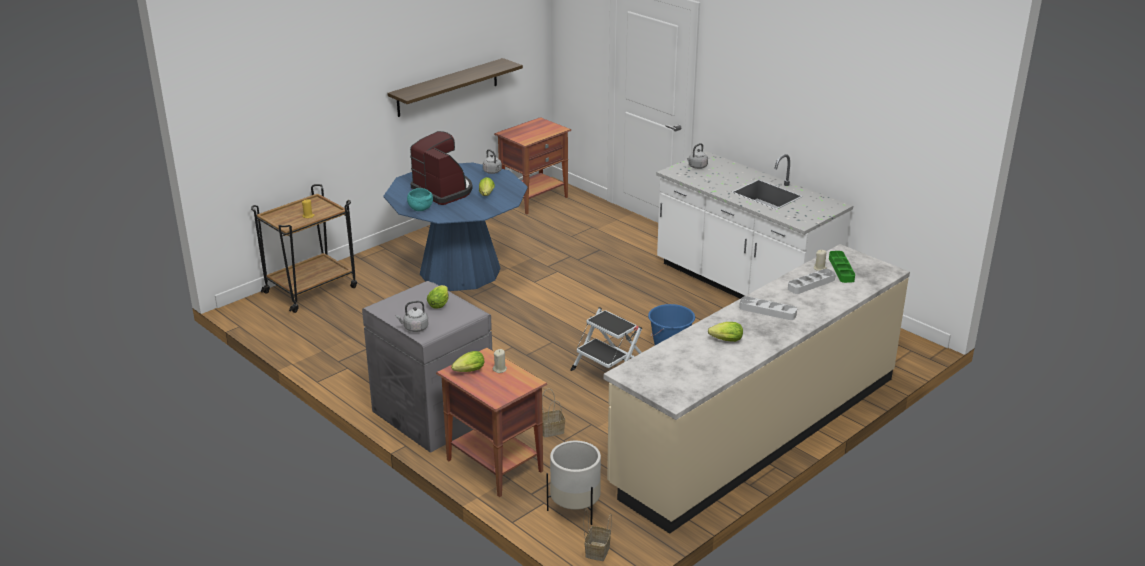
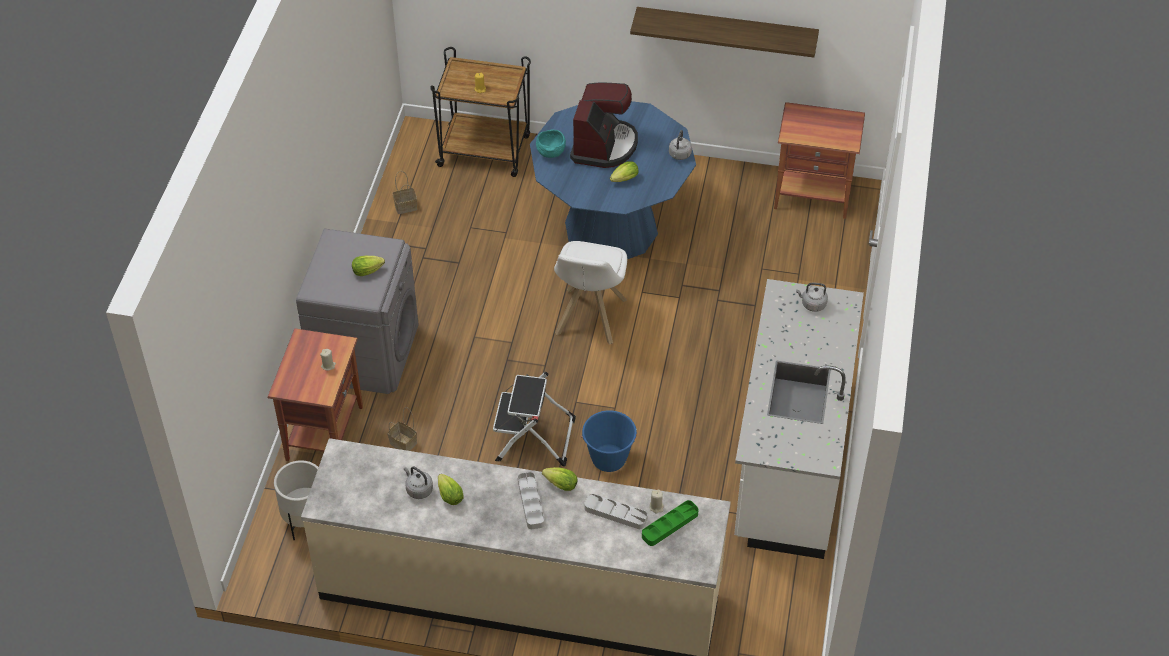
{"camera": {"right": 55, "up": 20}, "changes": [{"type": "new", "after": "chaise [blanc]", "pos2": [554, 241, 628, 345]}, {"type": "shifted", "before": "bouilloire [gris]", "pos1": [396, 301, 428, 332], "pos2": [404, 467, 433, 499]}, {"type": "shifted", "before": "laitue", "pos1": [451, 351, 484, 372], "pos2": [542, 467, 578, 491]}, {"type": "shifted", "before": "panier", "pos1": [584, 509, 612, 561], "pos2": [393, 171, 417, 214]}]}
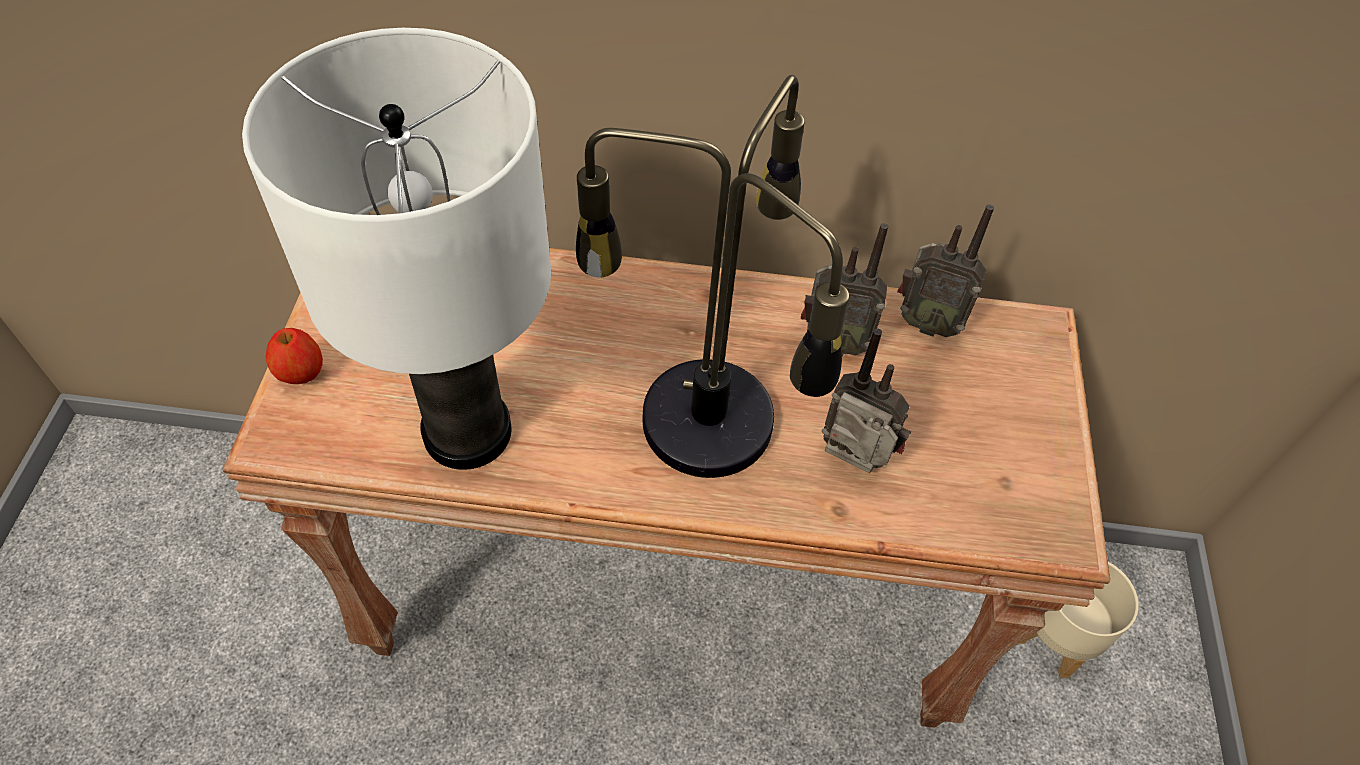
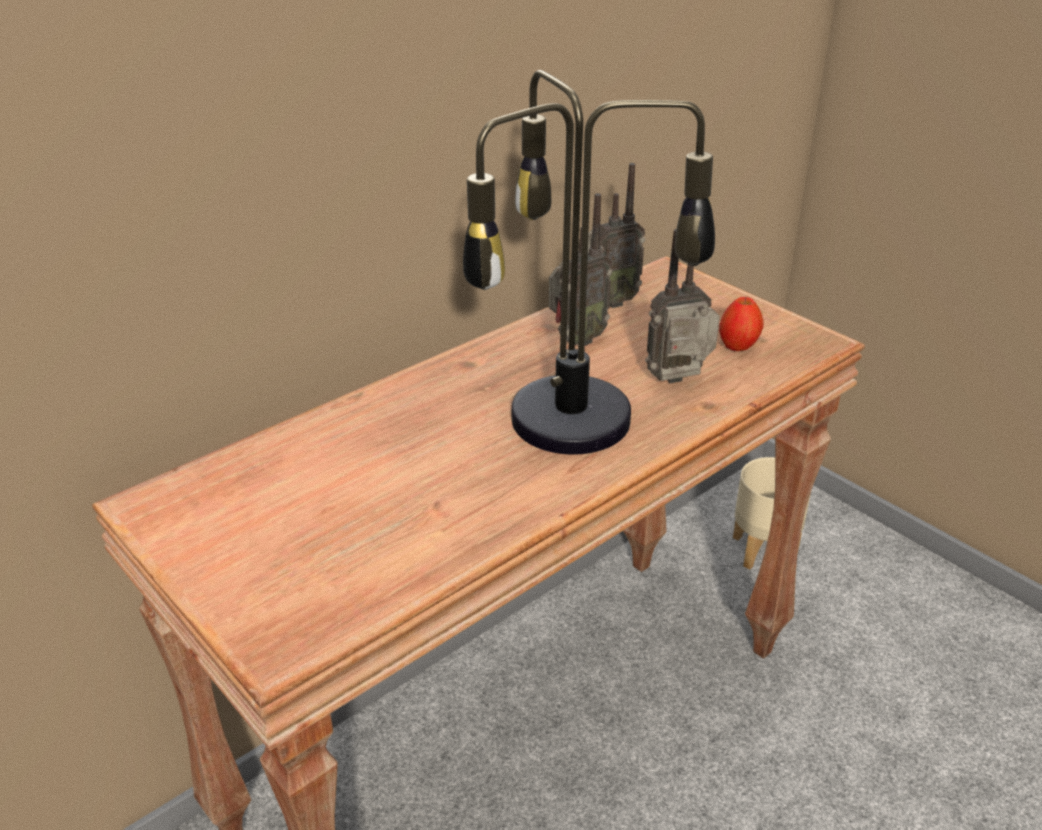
{"camera": {"right": -45, "up": -20}, "changes": [{"type": "gone", "before": "lampe de table [blanc]", "pos1": [242, 28, 551, 470]}, {"type": "shifted", "before": "pomme", "pos1": [265, 328, 323, 384], "pos2": [719, 297, 764, 351]}]}
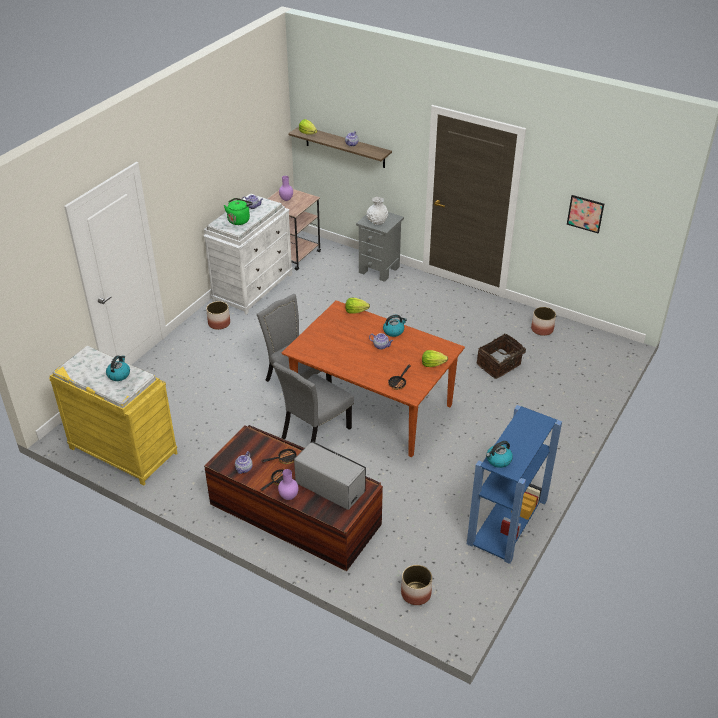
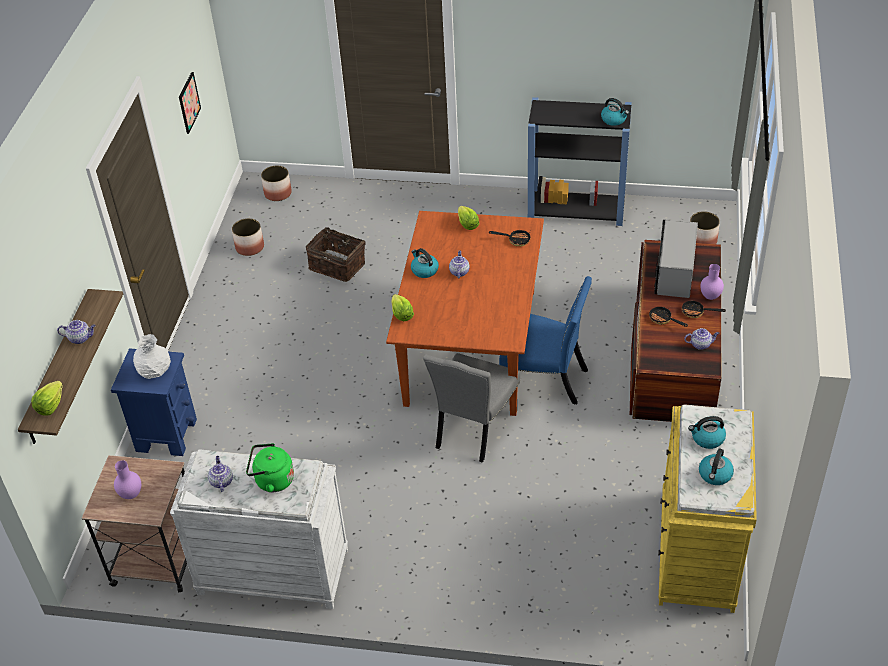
{"camera": {"right": -110, "up": 5}, "changes": [{"type": "new", "after": "bouilloire", "pos2": [699, 448, 734, 485]}, {"type": "shifted", "before": "cache-pot", "pos1": [206, 301, 230, 330], "pos2": [261, 165, 292, 201]}, {"type": "repainted", "before": "chaise [gris]", "after": "chaise [bleu]", "pos1": [273, 362, 354, 442], "pos2": [499, 276, 592, 405]}, {"type": "repainted", "before": "table de chevet [gris]", "after": "table de chevet [bleu]", "pos1": [356, 212, 404, 282], "pos2": [111, 348, 197, 456]}, {"type": "repainted", "before": "bibliothèque [bleu]", "after": "bibliothèque [noir]", "pos1": [467, 405, 562, 564], "pos2": [528, 97, 632, 226]}]}
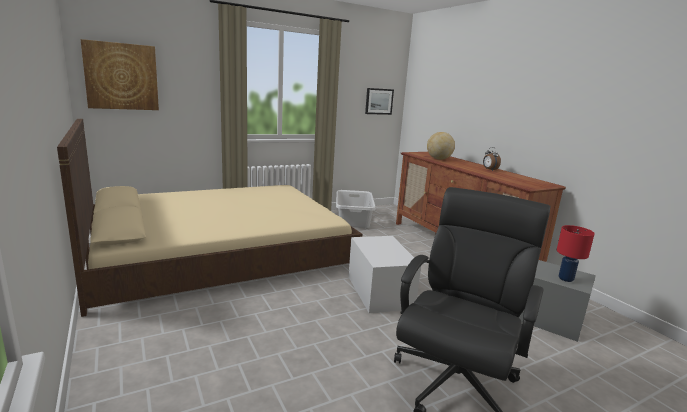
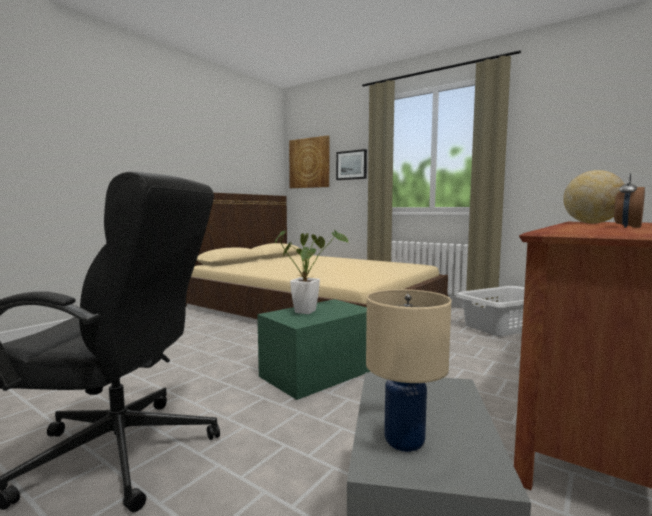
{"camera": {"right": 65, "up": -10}, "changes": [{"type": "new", "after": "plante en pot", "pos2": [275, 230, 349, 314]}, {"type": "shifted", "before": "tableau", "pos1": [365, 88, 394, 115], "pos2": [336, 149, 367, 180]}, {"type": "repainted", "before": "boîte de rangement [blanc]", "after": "boîte de rangement [vert]", "pos1": [348, 236, 421, 313], "pos2": [257, 299, 370, 400]}, {"type": "repainted", "before": "lampe de table [rouge]", "after": "lampe de table [beige]", "pos1": [557, 225, 595, 282], "pos2": [366, 289, 451, 452]}]}
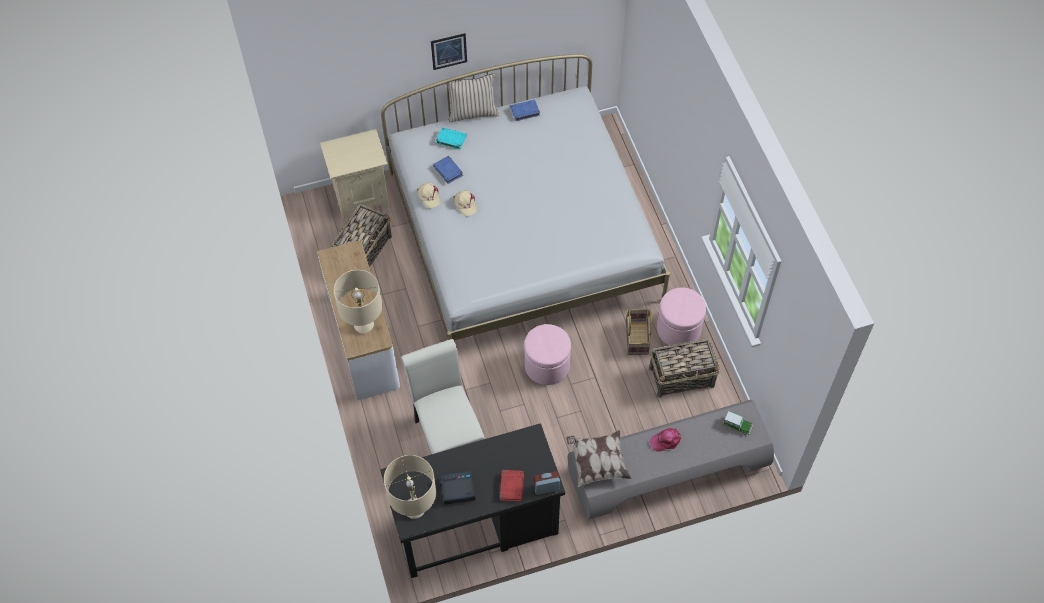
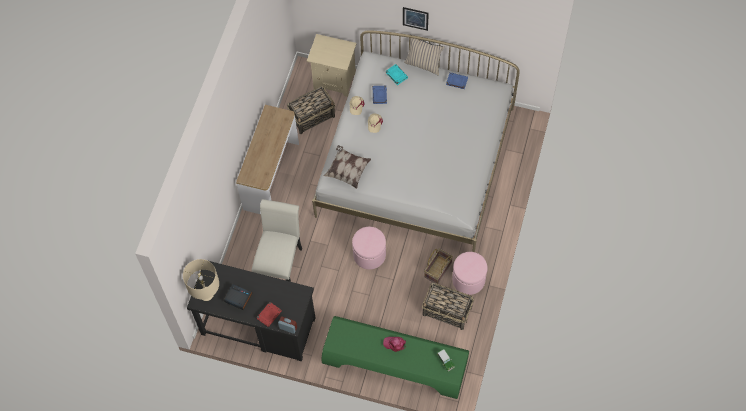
{"camera": {"right": 35, "up": 5}, "changes": [{"type": "gone", "before": "lampe de table [beige]", "pos1": [334, 270, 382, 333]}, {"type": "shifted", "before": "coussin", "pos1": [566, 430, 632, 487], "pos2": [324, 145, 371, 189]}, {"type": "repainted", "before": "banc [gris]", "after": "banc [vert]", "pos1": [568, 400, 774, 519], "pos2": [322, 316, 469, 399]}]}
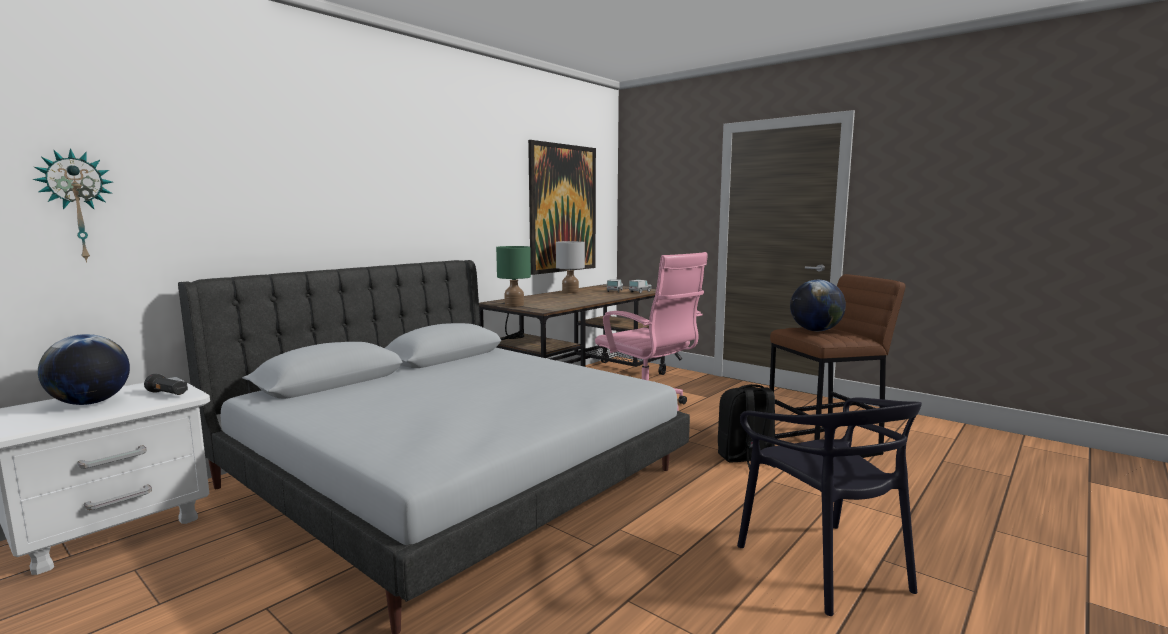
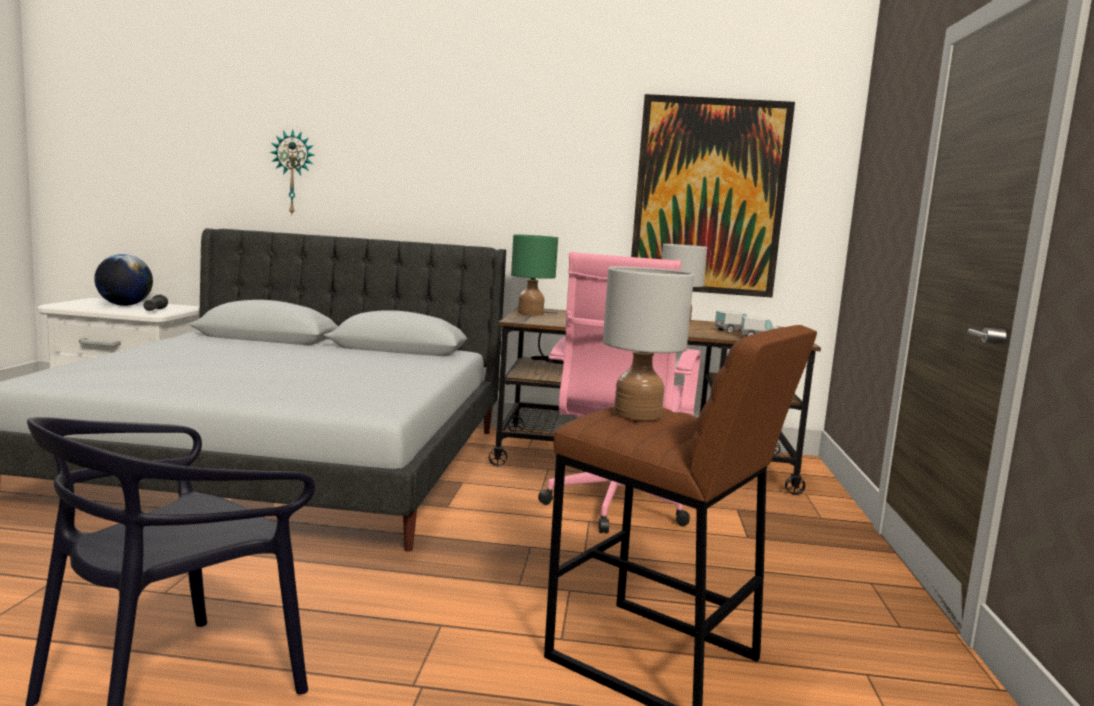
{"camera": {"right": 55, "up": 0}, "changes": [{"type": "gone", "before": "sac à dos [noir]", "pos1": [718, 384, 775, 470]}, {"type": "shifted", "before": "horloge murale", "pos1": [33, 148, 113, 263], "pos2": [270, 129, 314, 214]}, {"type": "swapped", "before": "globe", "after": "lampe de table [gris]", "pos1": [790, 280, 846, 331], "pos2": [603, 266, 694, 420]}]}
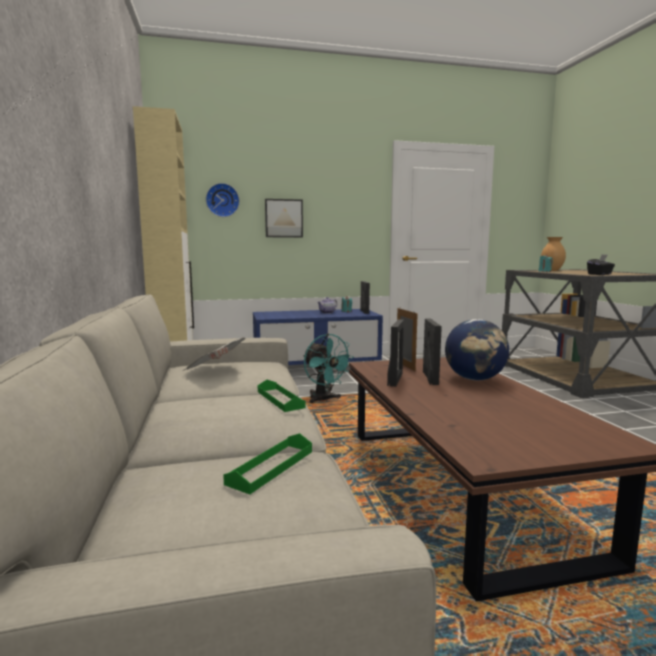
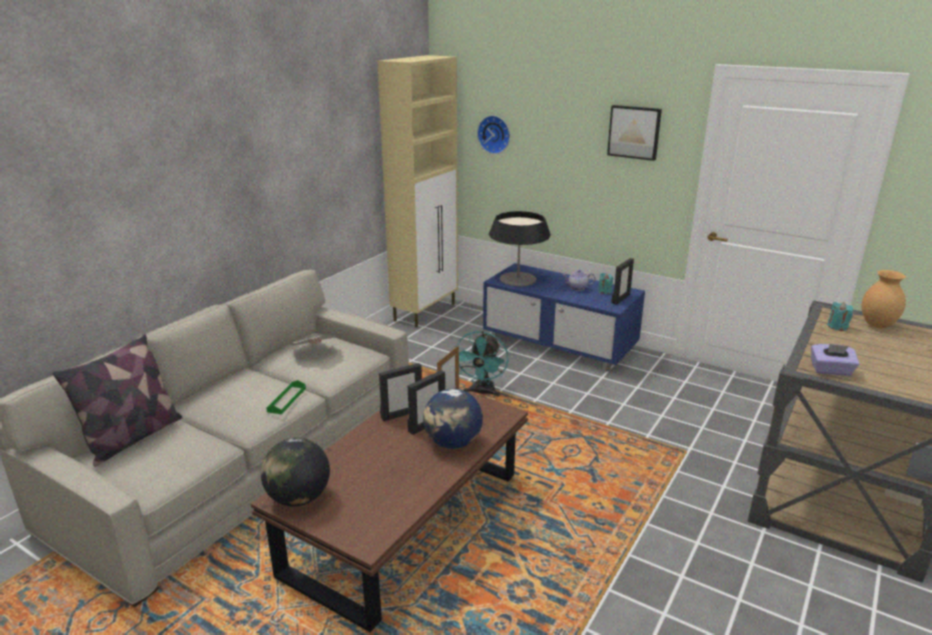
{"camera": {"right": 45, "up": 15}, "changes": [{"type": "gone", "before": "plateau [vert]", "pos1": [223, 433, 312, 494]}, {"type": "new", "after": "coussin", "pos2": [52, 334, 182, 467]}, {"type": "new", "after": "globe", "pos2": [261, 438, 330, 506]}, {"type": "new", "after": "lampe de table", "pos2": [489, 211, 551, 286]}, {"type": "shifted", "before": "tableau", "pos1": [265, 199, 303, 238], "pos2": [607, 105, 662, 161]}, {"type": "repainted", "before": "boîte à mouchoirs [noir]", "after": "boîte à mouchoirs [violet]", "pos1": [587, 255, 615, 275], "pos2": [811, 344, 860, 376]}]}
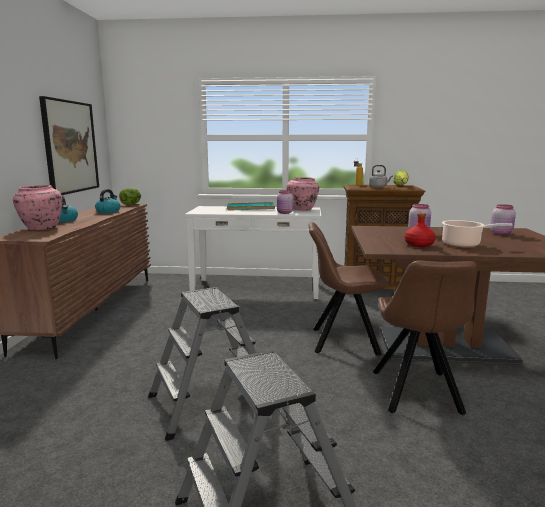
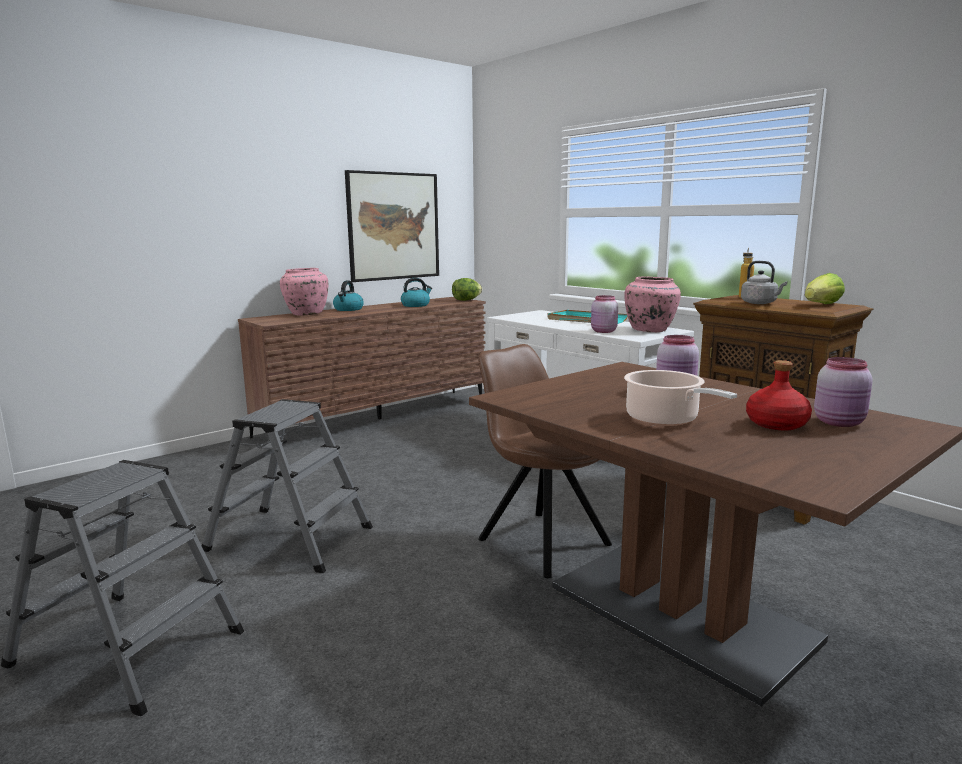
{"camera": {"right": 45, "up": 0}, "changes": [{"type": "gone", "before": "chaise [marron]", "pos1": [373, 261, 478, 415]}, {"type": "shifted", "before": "bouteille [rouge]", "pos1": [404, 213, 436, 247], "pos2": [746, 360, 812, 430]}]}
